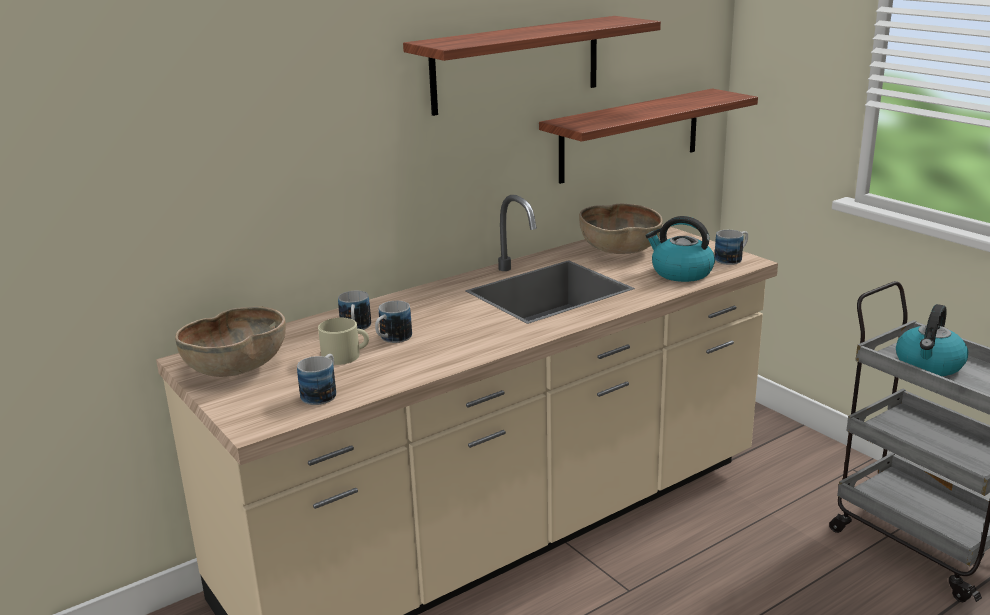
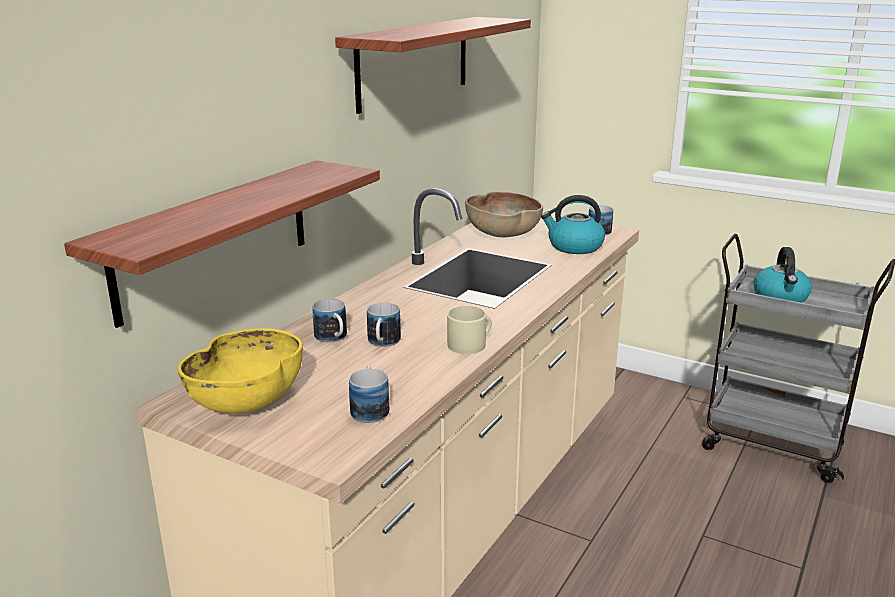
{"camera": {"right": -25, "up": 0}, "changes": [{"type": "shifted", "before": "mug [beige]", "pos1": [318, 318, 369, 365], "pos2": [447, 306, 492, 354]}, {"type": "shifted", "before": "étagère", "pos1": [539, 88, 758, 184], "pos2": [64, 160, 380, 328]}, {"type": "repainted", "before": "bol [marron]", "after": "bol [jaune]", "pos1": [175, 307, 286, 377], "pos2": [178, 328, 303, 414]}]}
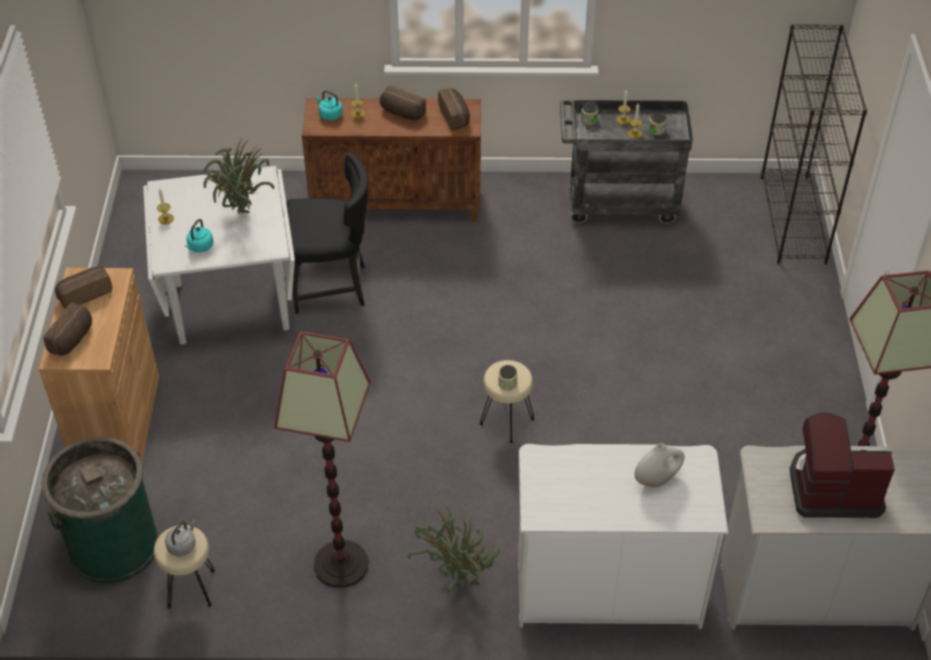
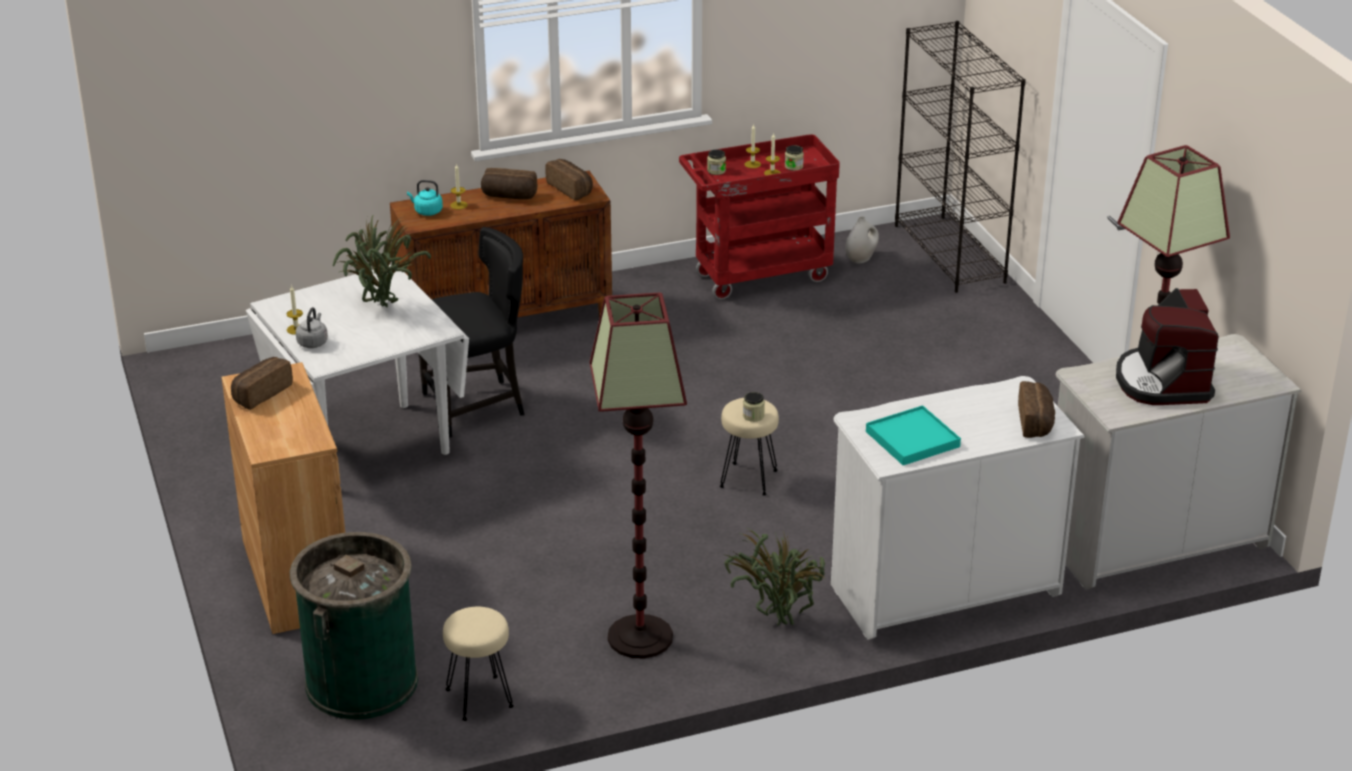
{"camera": {"right": -20, "up": -15}, "changes": [{"type": "gone", "before": "bouilloire [turquoise]", "pos1": [185, 219, 213, 252]}, {"type": "new", "after": "plateau [turquoise]", "pos2": [866, 405, 961, 465]}, {"type": "shifted", "before": "pain", "pos1": [43, 303, 92, 356], "pos2": [1018, 381, 1055, 438]}, {"type": "shifted", "before": "bouilloire [gris]", "pos1": [165, 519, 196, 556], "pos2": [296, 307, 328, 348]}, {"type": "shifted", "before": "vase [blanc]", "pos1": [635, 443, 685, 487], "pos2": [846, 216, 879, 264]}, {"type": "repainted", "before": "chariot [noir]", "after": "chariot [rouge]", "pos1": [560, 100, 693, 224], "pos2": [679, 134, 840, 300]}, {"type": "rotated", "before": "machine à café", "pos1": [790, 413, 895, 518], "pos2": [1116, 288, 1219, 405], "turn": -75}]}
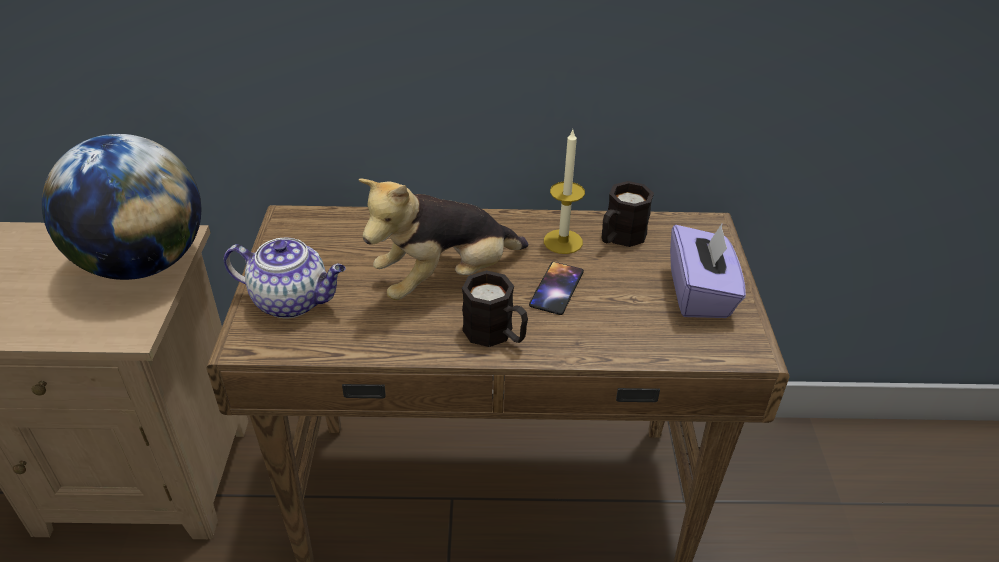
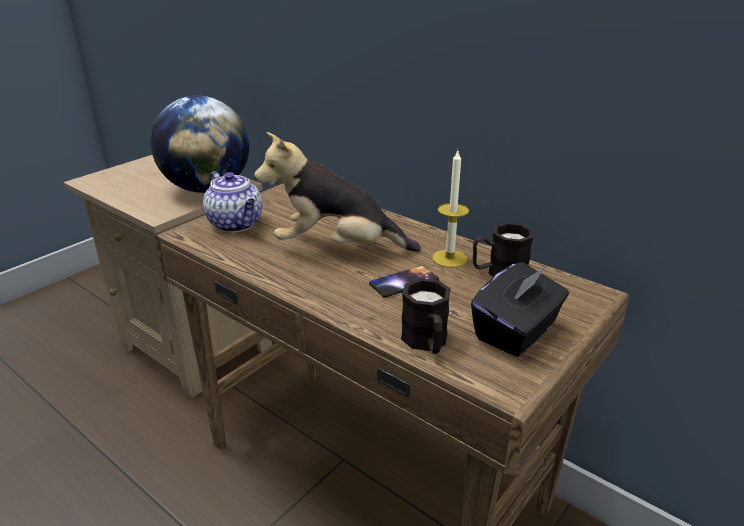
{"camera": {"right": 40, "up": -10}, "changes": [{"type": "shifted", "before": "mug [noir]", "pos1": [462, 270, 528, 347], "pos2": [401, 278, 451, 354]}, {"type": "repainted", "before": "boîte à mouchoirs [violet]", "after": "boîte à mouchoirs [noir]", "pos1": [670, 224, 746, 318], "pos2": [471, 262, 569, 357]}]}
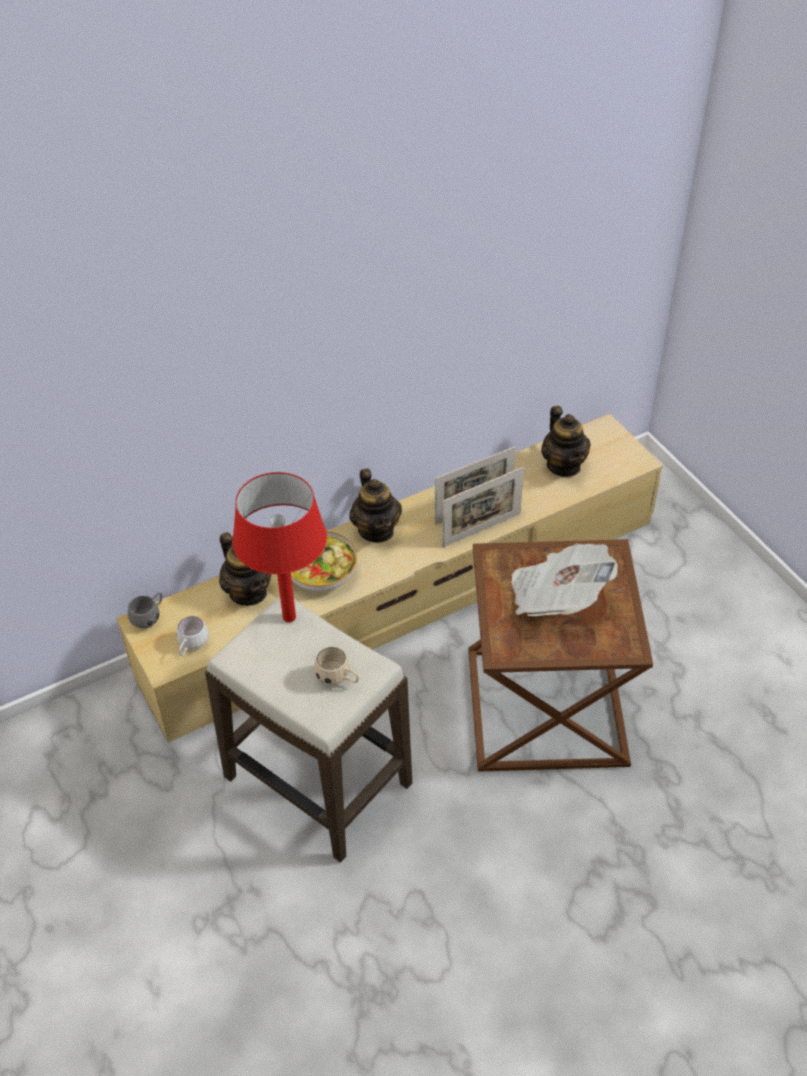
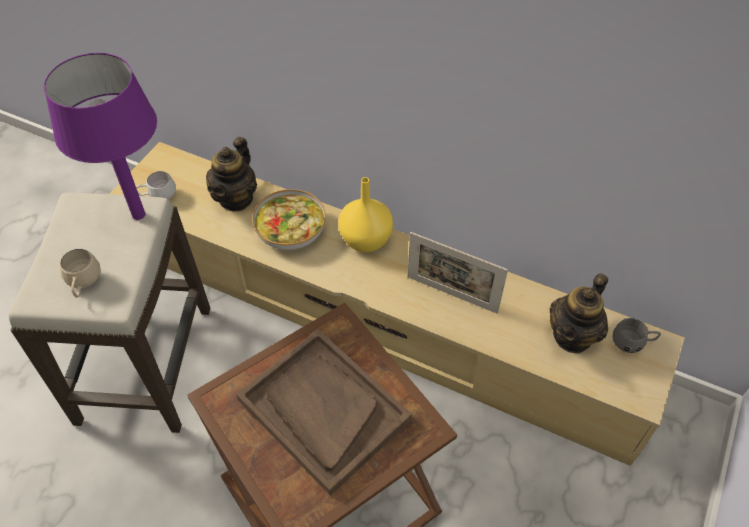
{"camera": {"right": 55, "up": 5}, "changes": [{"type": "gone", "before": "cadre photo", "pos1": [442, 467, 524, 547]}, {"type": "shifted", "before": "mug [gris]", "pos1": [128, 592, 162, 629], "pos2": [612, 318, 661, 353]}, {"type": "swapped", "before": "théière", "after": "vase [jaune]", "pos1": [349, 469, 402, 543], "pos2": [338, 177, 393, 252]}, {"type": "swapped", "before": "journal", "after": "plateau [marron]", "pos1": [511, 544, 618, 616], "pos2": [236, 329, 412, 496]}, {"type": "repainted", "before": "lampe de table [rouge]", "after": "lampe de table [violet]", "pos1": [232, 472, 327, 622], "pos2": [44, 53, 157, 220]}]}
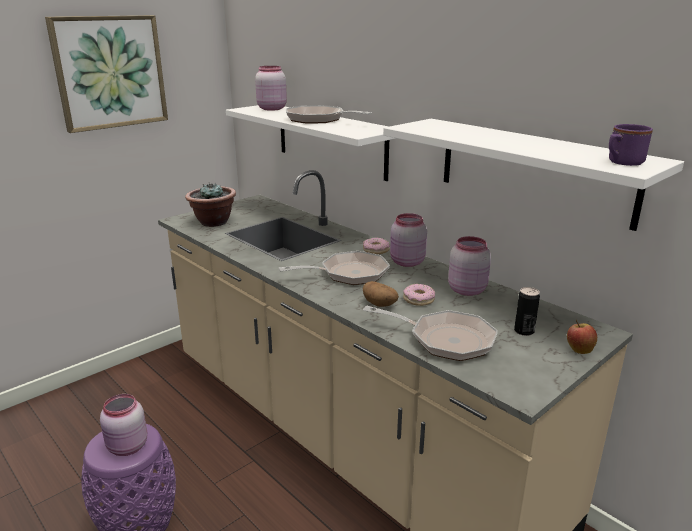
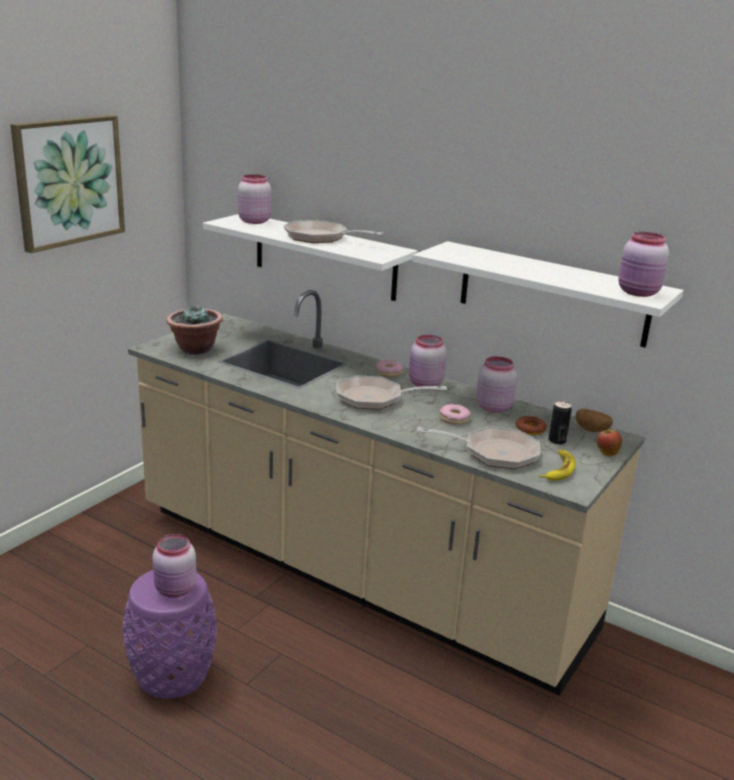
{"camera": {"right": -15, "up": 0}, "changes": [{"type": "new", "after": "beignet", "pos2": [515, 416, 547, 435]}, {"type": "new", "after": "banane", "pos2": [539, 450, 576, 481]}, {"type": "shifted", "before": "pomme de terre", "pos1": [363, 281, 399, 307], "pos2": [576, 409, 613, 432]}, {"type": "swapped", "before": "mug [violet]", "after": "bocal [rose]", "pos1": [609, 124, 653, 166], "pos2": [618, 232, 669, 297]}, {"type": "rotated", "before": "poêle", "pos1": [279, 251, 390, 285], "pos2": [337, 376, 447, 410], "turn": -150}]}
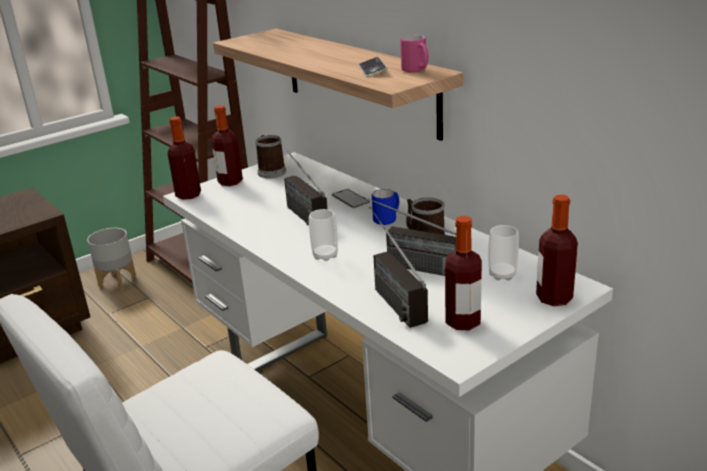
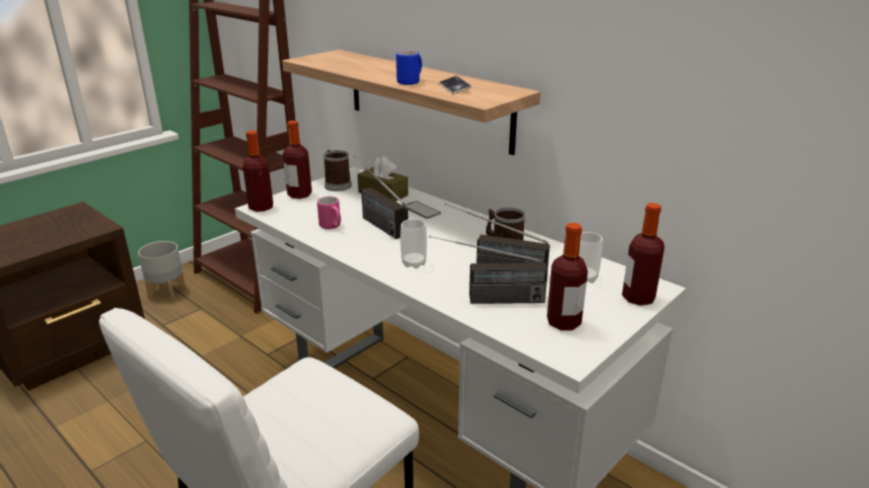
{"camera": {"right": -10, "up": 0}, "changes": [{"type": "new", "after": "boîte à mouchoirs [marron]", "pos2": [357, 156, 408, 201]}, {"type": "shifted", "before": "mug [bleu]", "pos1": [372, 189, 399, 225], "pos2": [396, 51, 422, 85]}, {"type": "shifted", "before": "mug [rose]", "pos1": [400, 35, 429, 73], "pos2": [317, 196, 341, 229]}, {"type": "rotated", "before": "radio", "pos1": [369, 207, 428, 328], "pos2": [429, 236, 548, 304], "turn": -60}]}
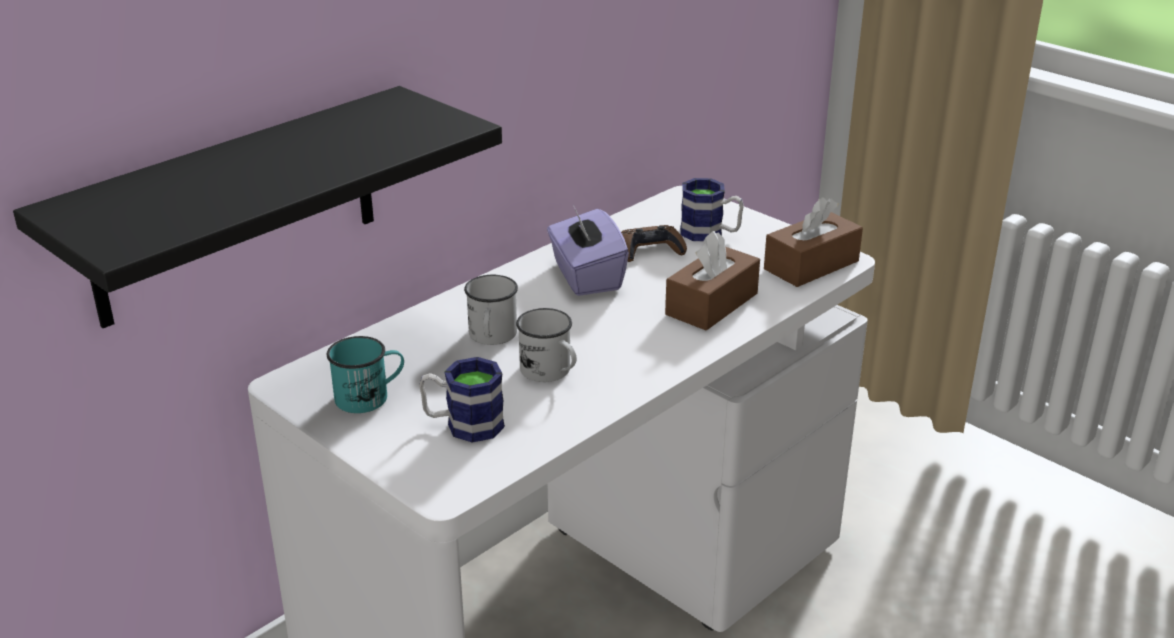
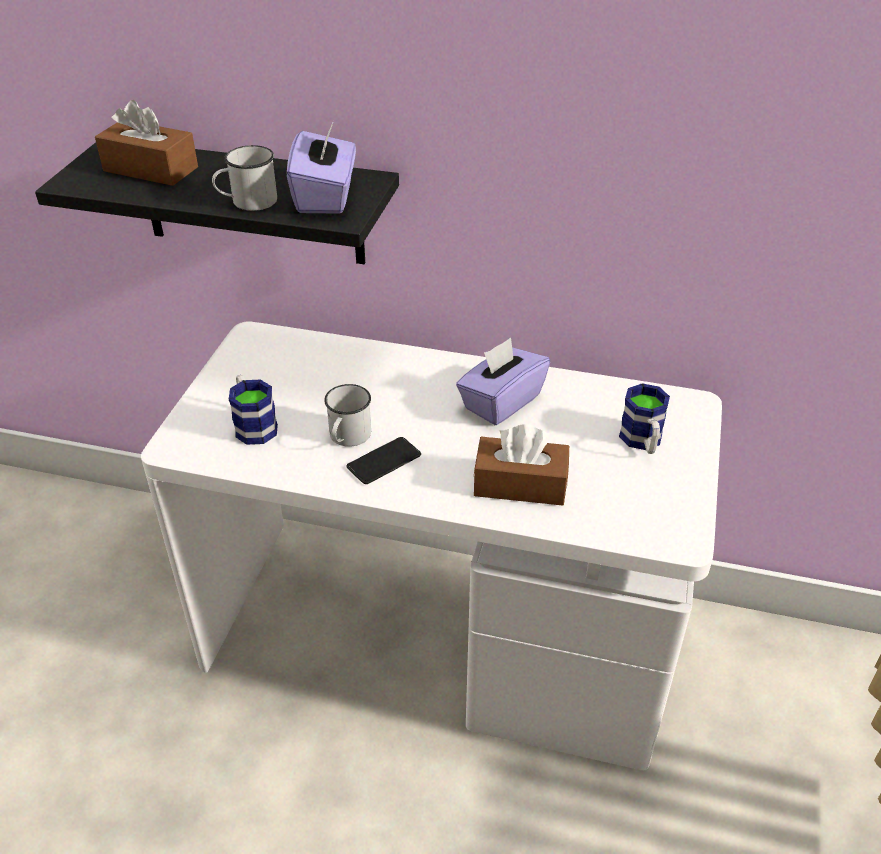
{"camera": {"right": 60, "up": 10}, "changes": [{"type": "gone", "before": "mug [turquoise]", "pos1": [327, 336, 404, 413]}, {"type": "gone", "before": "manette [marron]", "pos1": [621, 225, 687, 262]}, {"type": "new", "after": "boîte à mouchoirs [violet]", "pos2": [287, 121, 356, 214]}, {"type": "new", "after": "téléphone", "pos2": [346, 437, 421, 484]}, {"type": "shifted", "before": "mug [blanc]", "pos1": [464, 275, 518, 345], "pos2": [212, 145, 277, 211]}, {"type": "shifted", "before": "boîte à mouchoirs [marron]", "pos1": [764, 197, 863, 287], "pos2": [95, 100, 198, 186]}]}
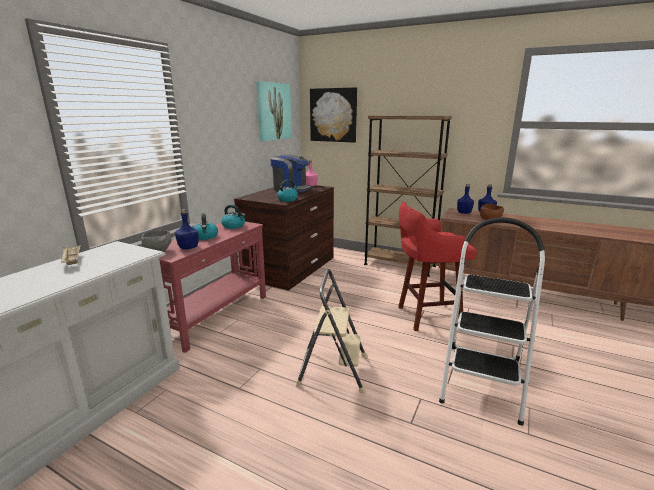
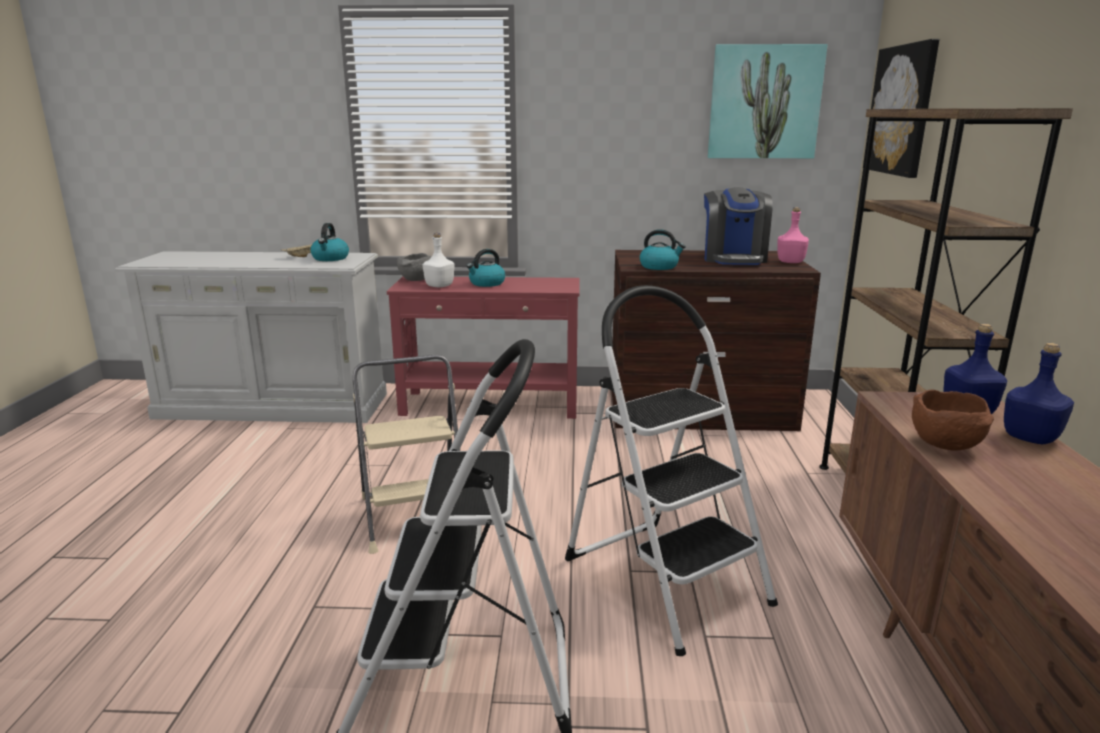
{"camera": {"right": 65, "up": 0}, "changes": [{"type": "shifted", "before": "bouilloire", "pos1": [221, 205, 245, 229], "pos2": [310, 223, 349, 261]}, {"type": "swapped", "before": "tabouret [rouge]", "after": "escabeau", "pos1": [398, 201, 477, 331], "pos2": [565, 285, 778, 656]}, {"type": "repainted", "before": "bouteille [bleu]", "after": "bouteille [blanc]", "pos1": [175, 210, 198, 249], "pos2": [423, 233, 454, 287]}]}
